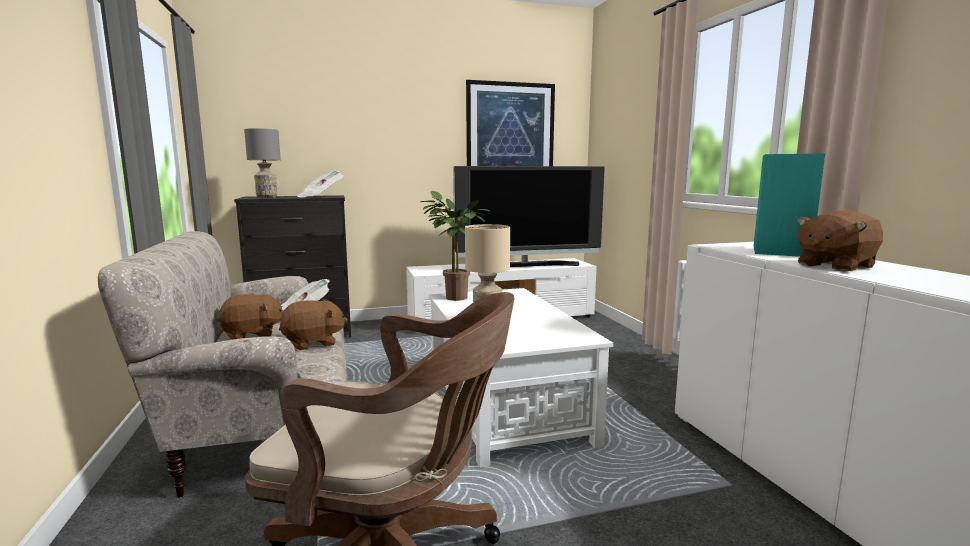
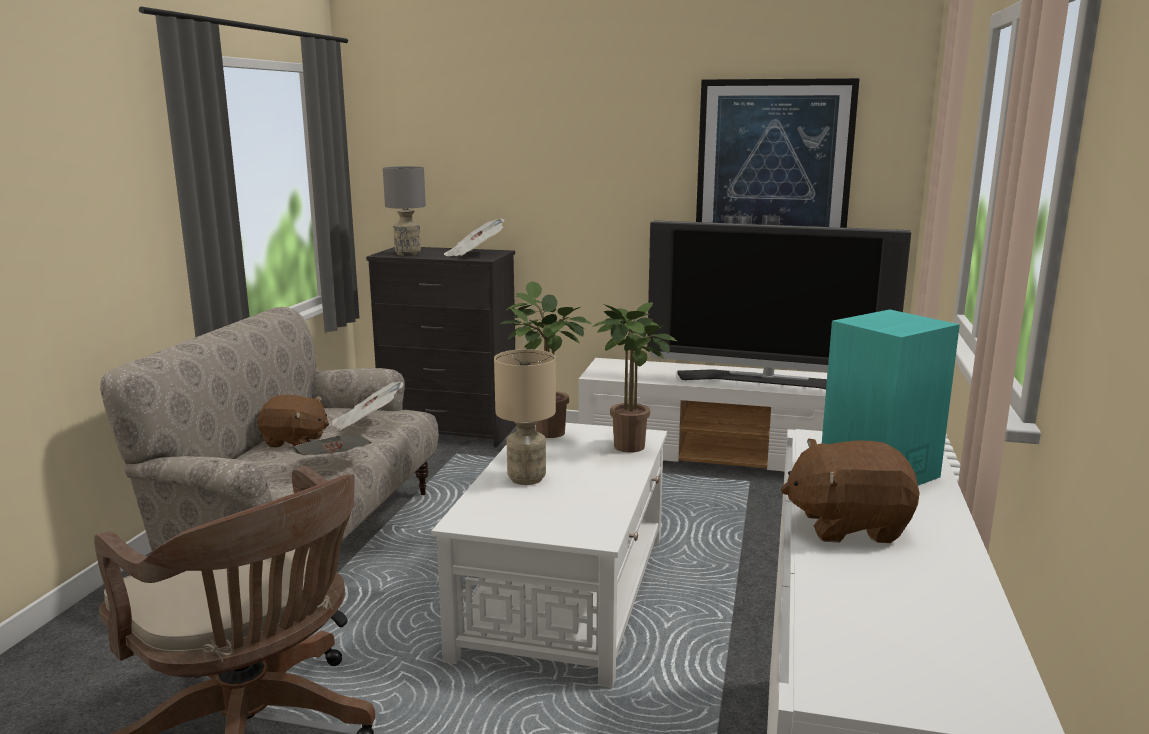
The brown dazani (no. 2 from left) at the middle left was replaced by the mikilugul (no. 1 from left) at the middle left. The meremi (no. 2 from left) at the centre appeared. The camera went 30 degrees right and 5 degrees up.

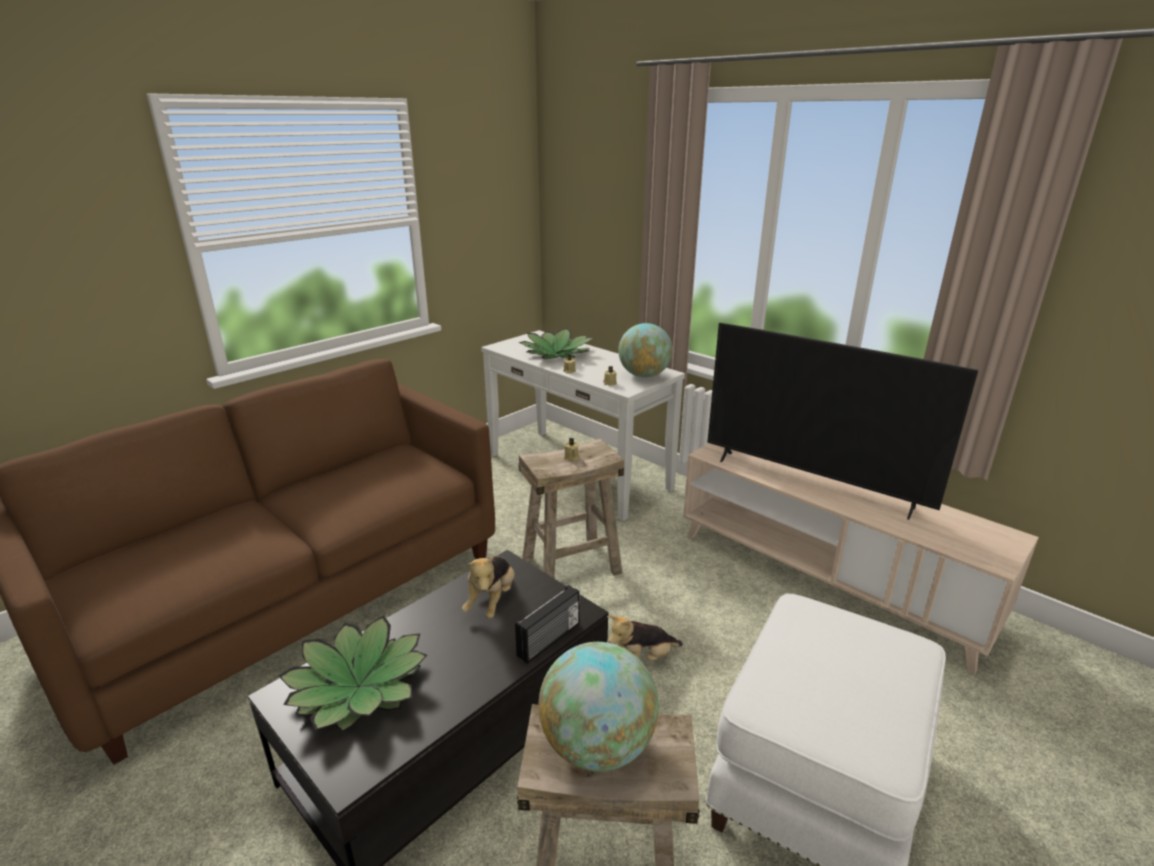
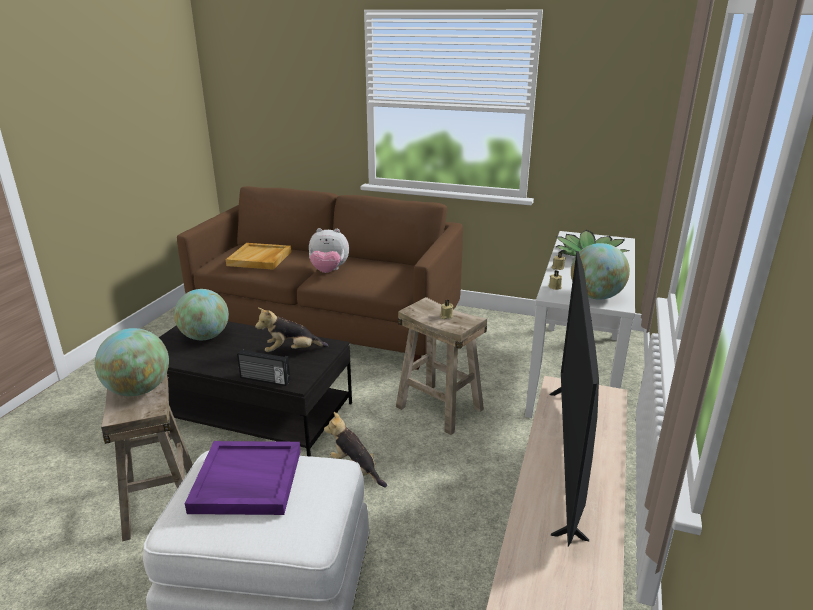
The meremi (no. 1 from left) at the bottom left was replaced by the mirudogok (no. 2 from left) at the middle left. The dazani (no. 2 from left) at the centre appeared. The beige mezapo at the middle left appeared. The purple mezapo at the bottom left appeared. The camera went 65 degrees right and 0 degrees up.

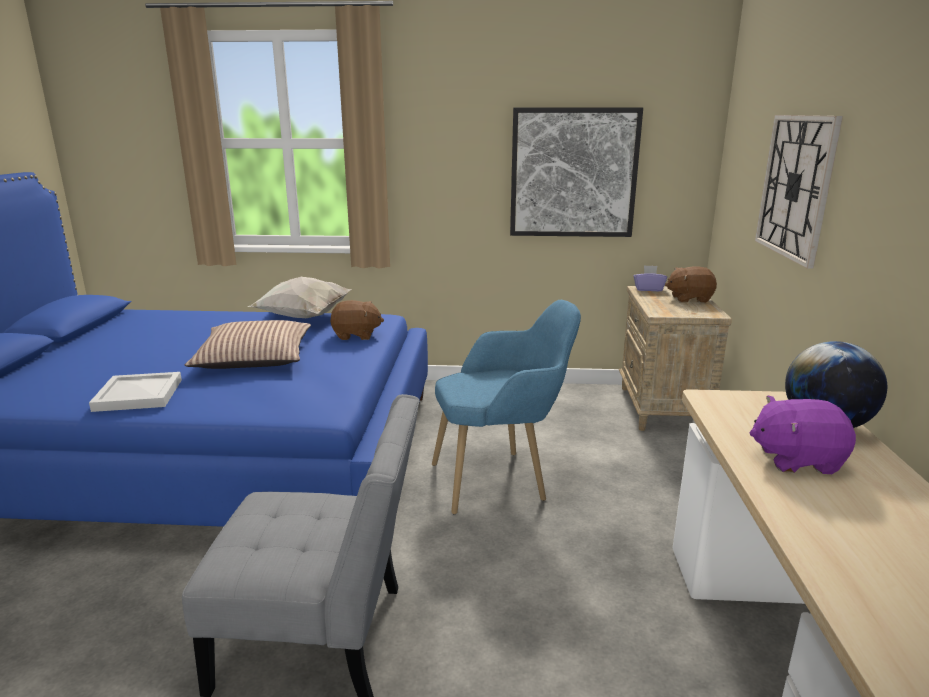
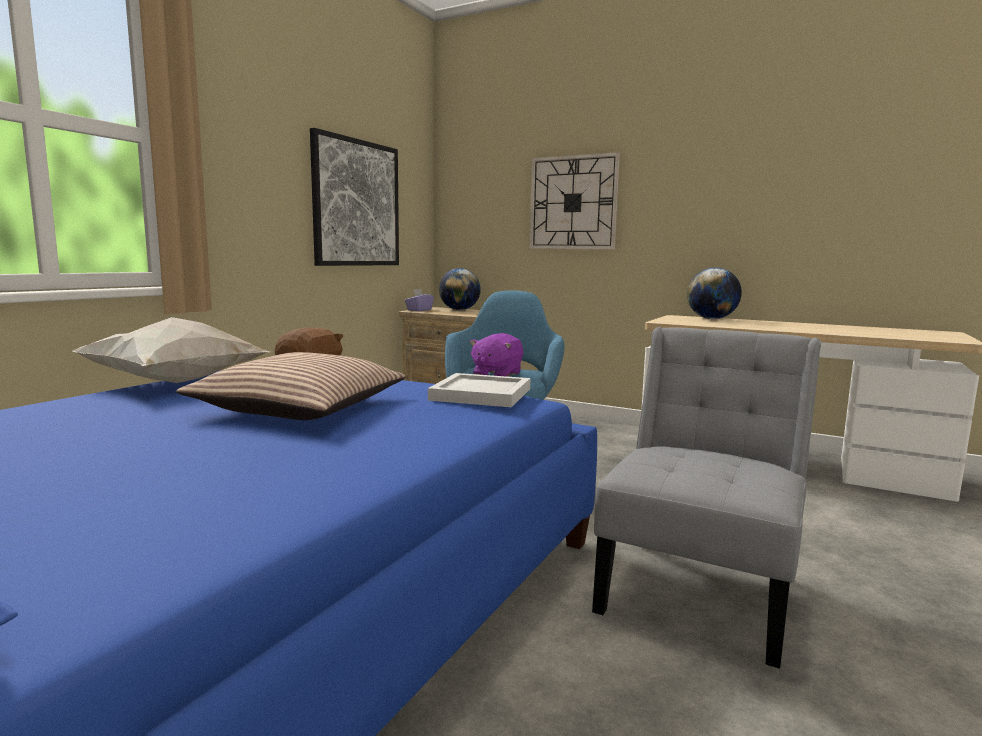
The brown dazani (no. 2 from left) at the middle right was replaced by the mirudogok (no. 1 from left) at the centre. The white mezapo moved from the middle left to the centre. The purple dazani moved from the middle right to the centre. The camera went 65 degrees left and 10 degrees down.

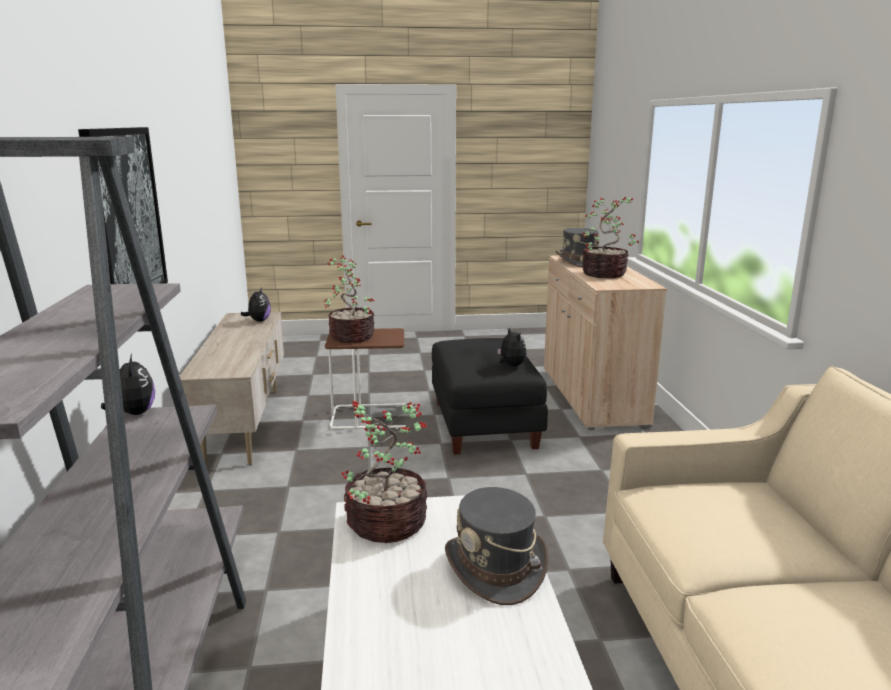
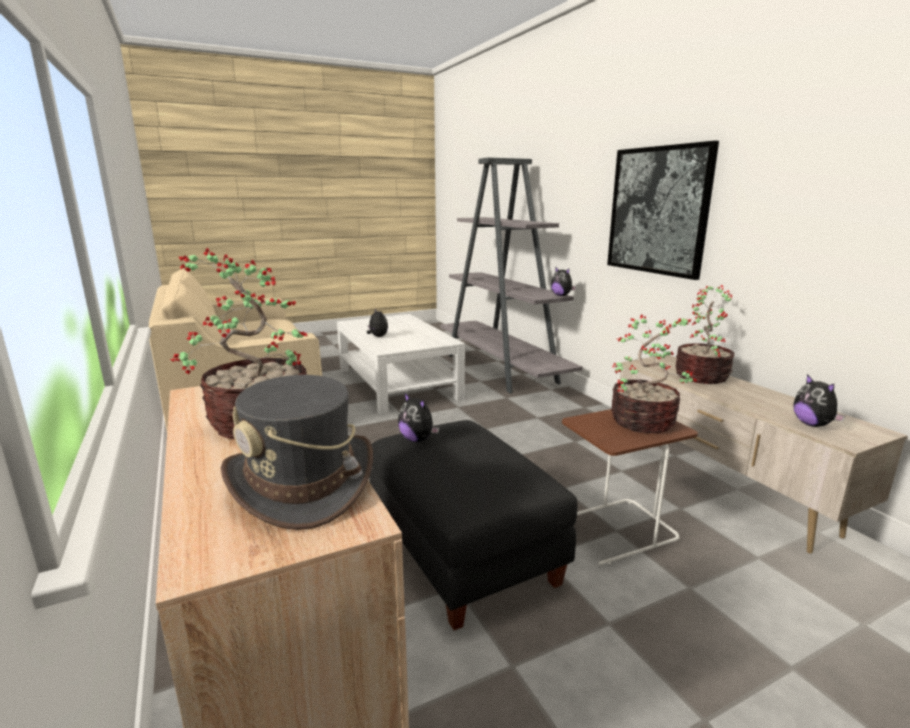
The meremi (no. 2 from left in the first image) moved from the bottom centre to the middle right. The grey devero (no. 1 from left) at the bottom centre was replaced by the dazani (no. 1 from left) at the centre. The camera went 160 degrees right and 0 degrees up.

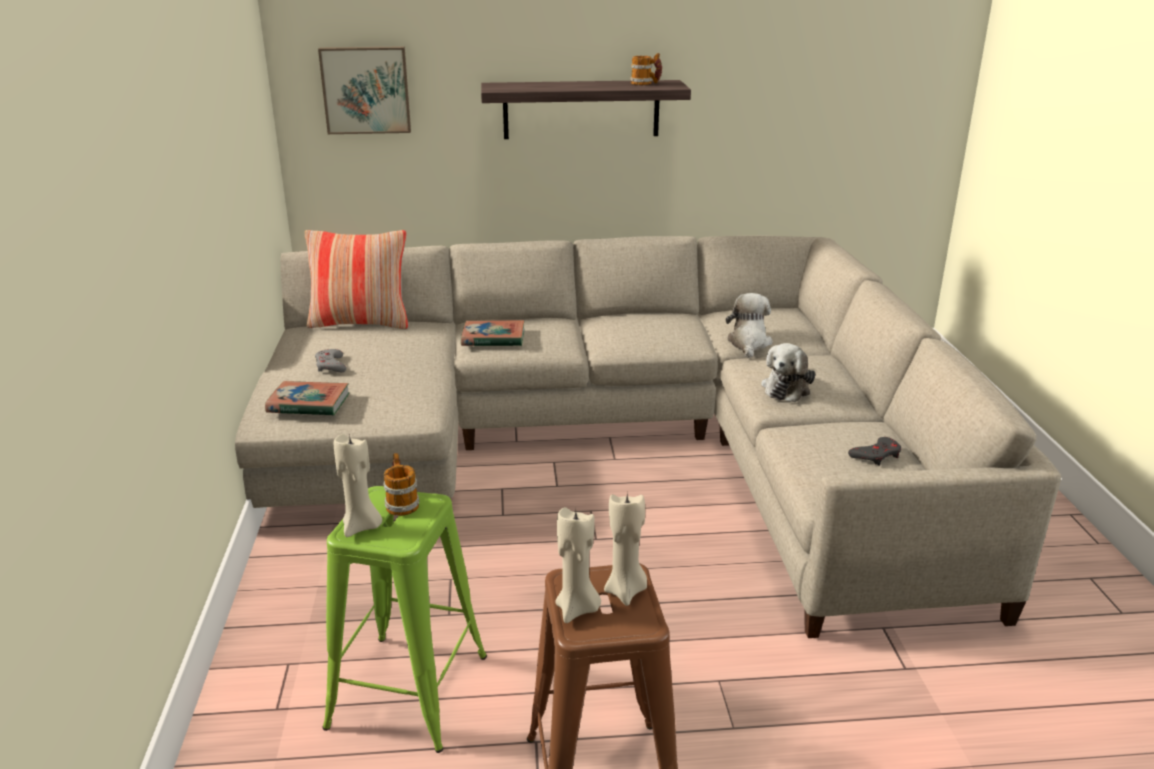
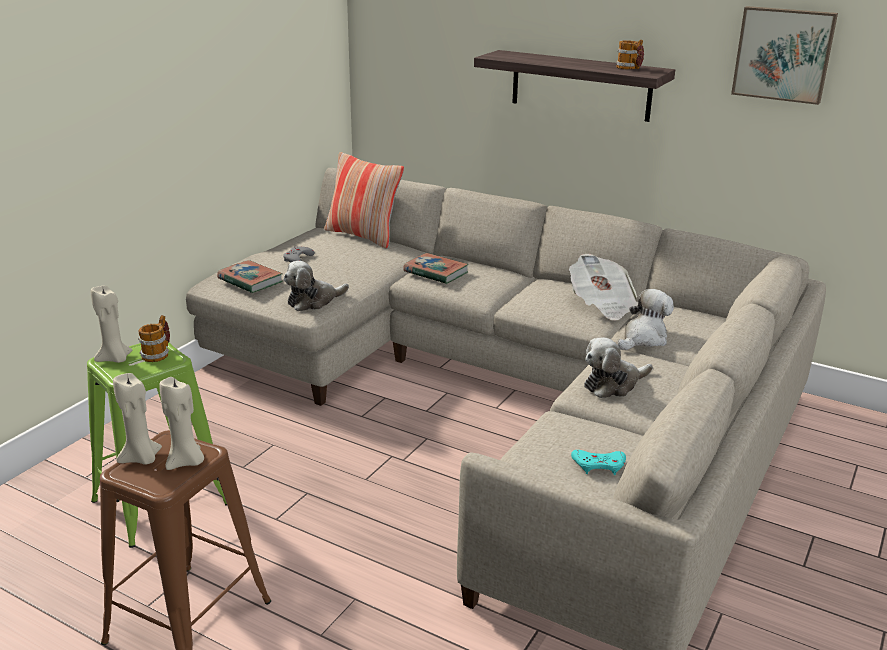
The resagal moved from the top left to the top right. The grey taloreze (no. 2 from left) at the middle right became the turquoise taloreze at the bottom right. The mikilugul at the middle right appeared. The dazani (no. 1 from left) at the centre appeared. The camera went 35 degrees right and 0 degrees up.

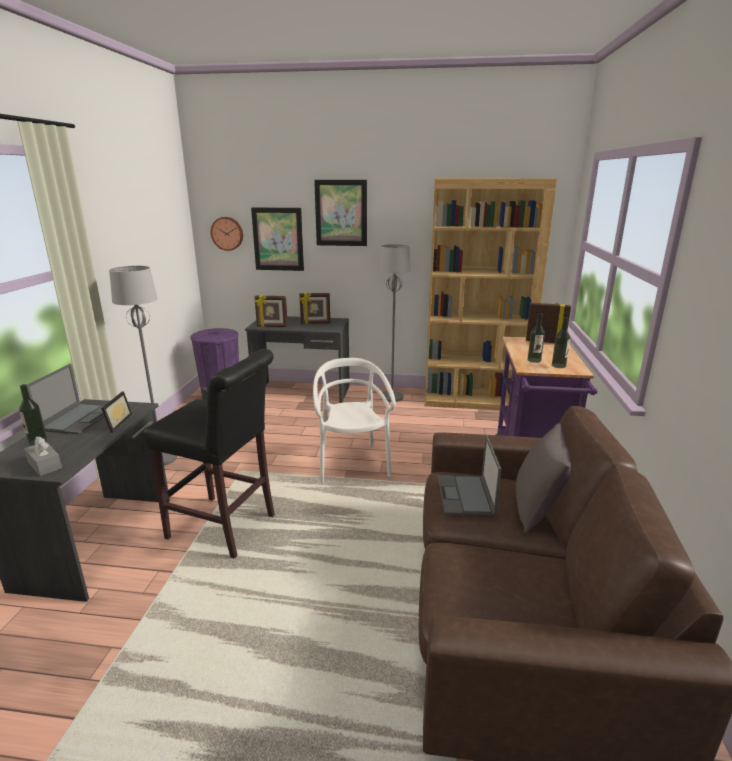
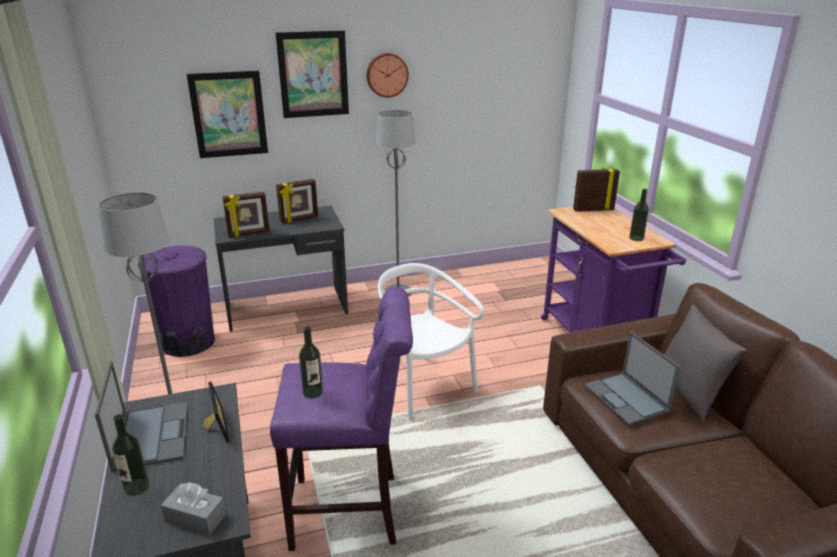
The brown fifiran at the middle right disappeared. The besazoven moved from the top left to the top centre. The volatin (no. 2 from left) moved from the middle right to the centre. The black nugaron at the middle left became the purple nugaron at the bottom centre. The camera went 25 degrees left and 5 degrees up.

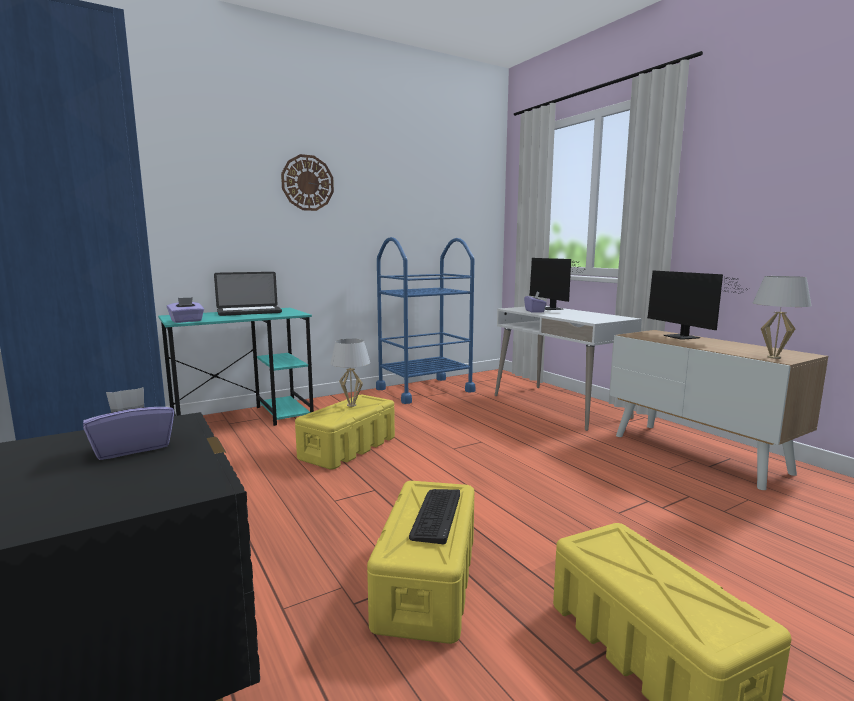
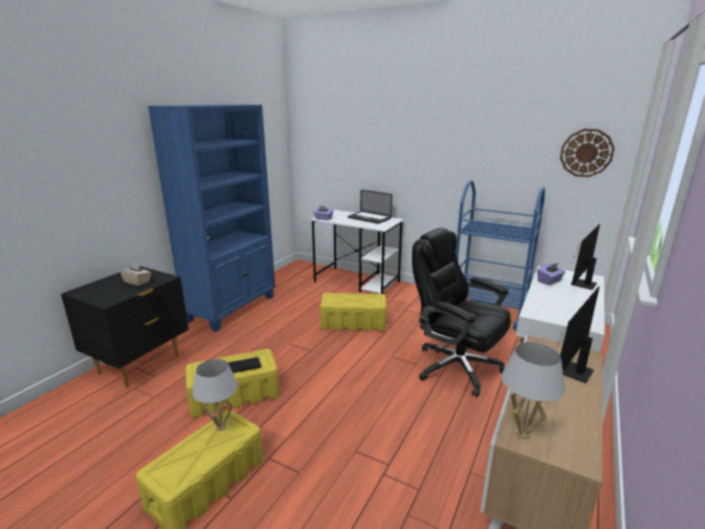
The besazoven moved from the top centre to the top right. The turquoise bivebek at the middle left became the white bivebek (no. 1 from left) at the centre. The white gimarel (no. 1 from left) moved from the centre to the bottom left. The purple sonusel (no. 1 from left) at the middle left became the beige sonusel at the middle left. The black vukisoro at the centre appeared. The camera went 60 degrees right and 10 degrees up.

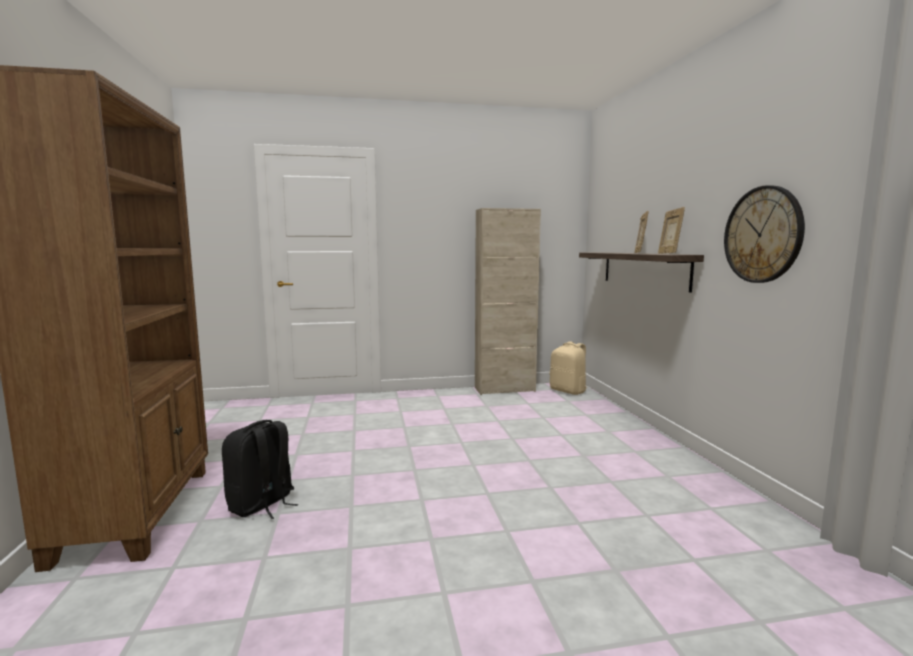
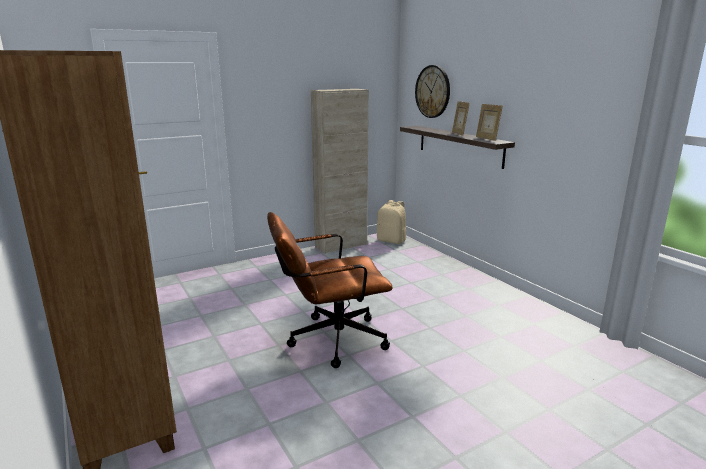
The besazoven moved from the middle right to the top centre. The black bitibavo at the bottom left disappeared. The brown vukisoro at the centre appeared. The camera went 20 degrees left and 10 degrees up.

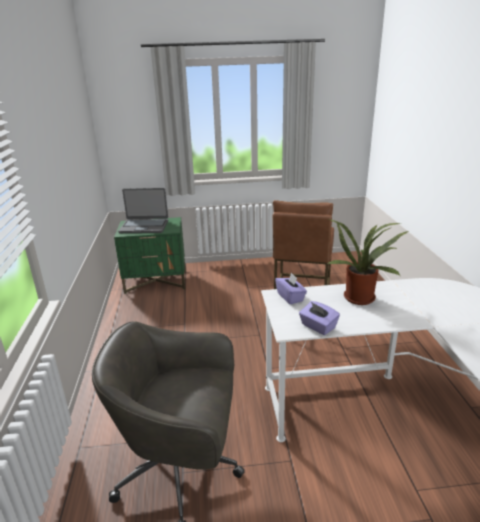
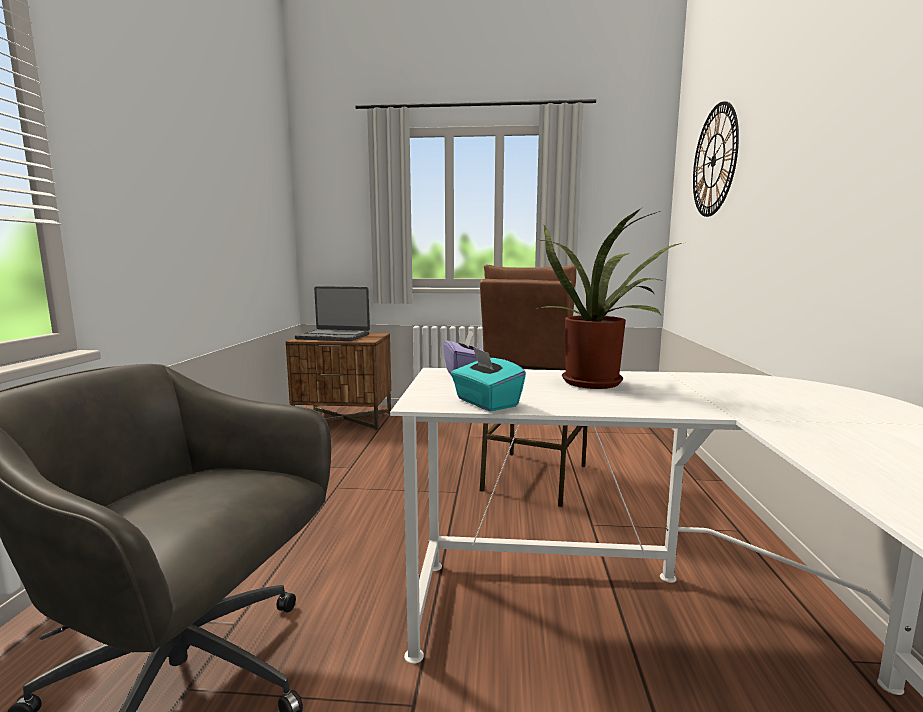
The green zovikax at the middle left became the brown zovikax at the centre. The purple sonusel (no. 2 from left) at the centre became the turquoise sonusel at the centre. The besazoven at the top right appeared. The camera went 10 degrees right and 15 degrees down.

